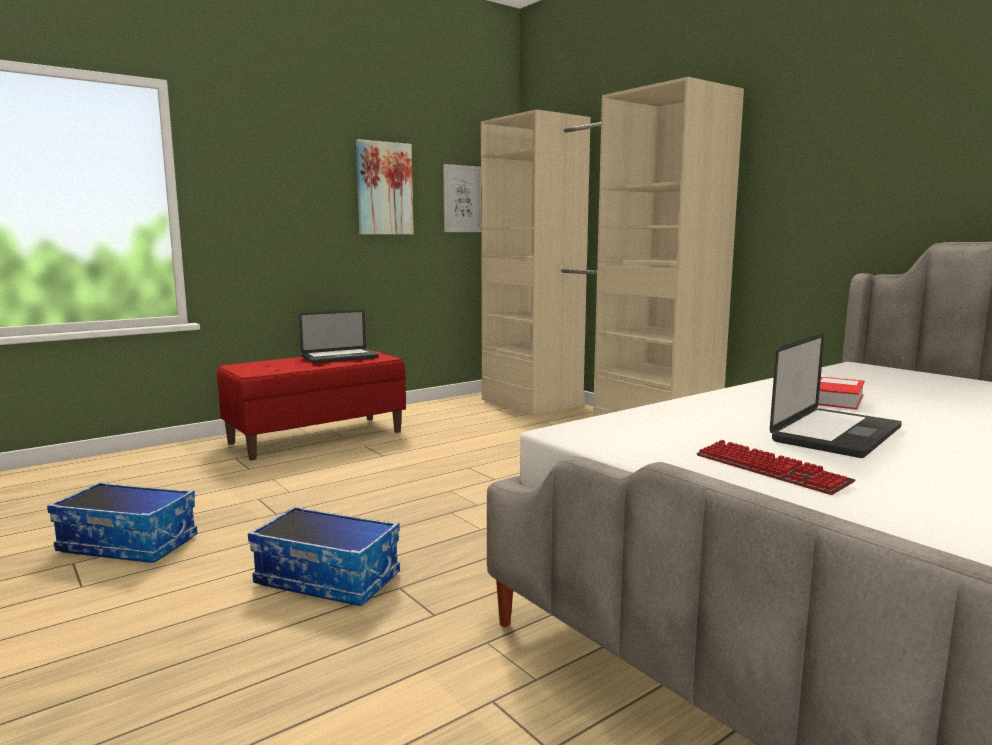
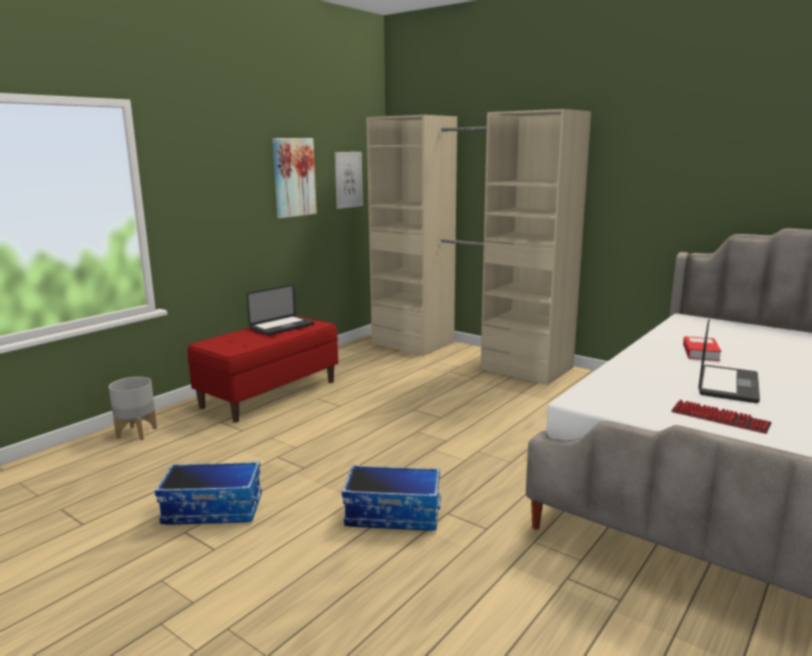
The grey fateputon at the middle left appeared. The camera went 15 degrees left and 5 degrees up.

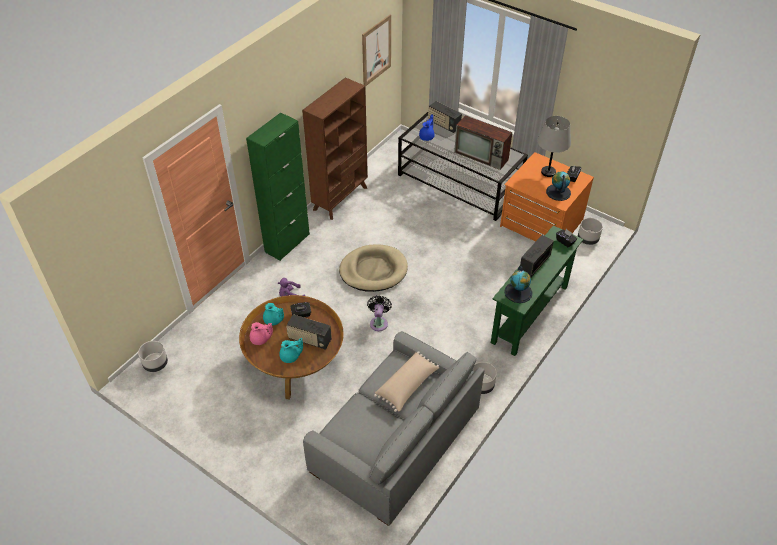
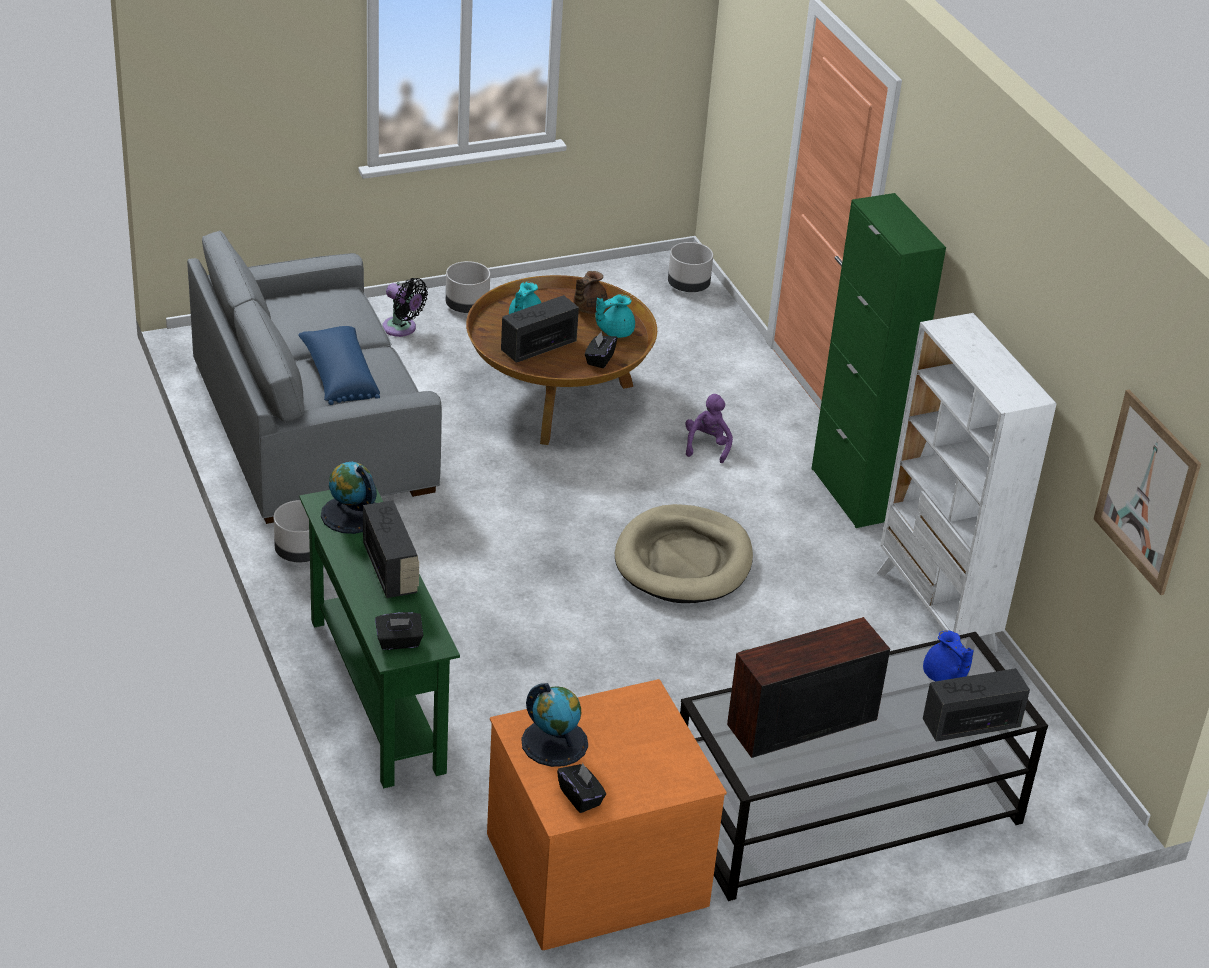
The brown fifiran at the top centre became the white fifiran at the middle right. The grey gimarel at the top right disappeared. The grey fateputon (no. 3 from left in the first image) moved from the middle right to the top centre. The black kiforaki moved from the centre to the top centre. The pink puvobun at the centre became the brown puvobun at the top centre. The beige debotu at the bottom centre became the blue debotu at the middle left. The camera went 120 degrees right and 10 degrees down.

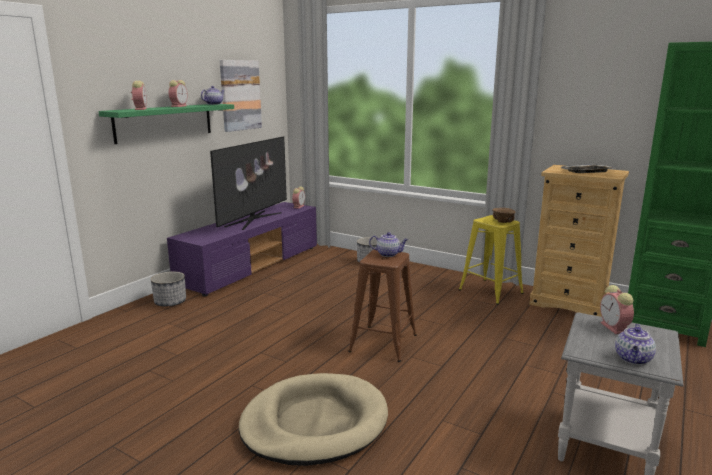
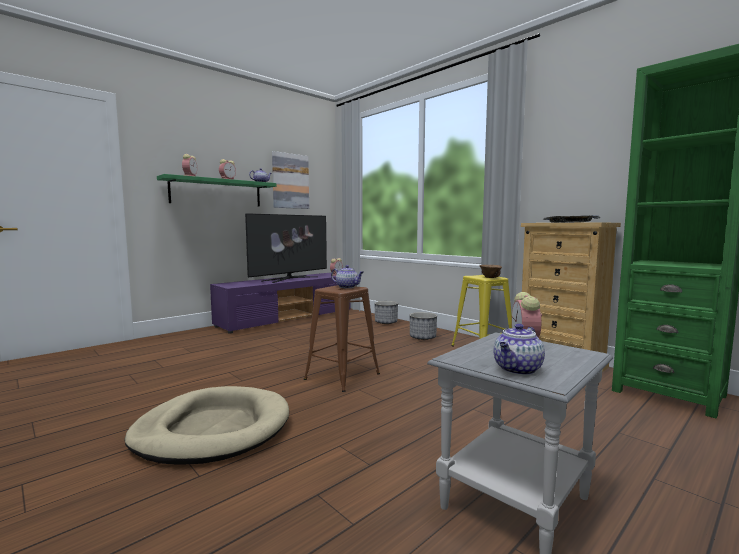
The fateputon (no. 1 from left in the first image) moved from the middle left to the centre. The camera went 15 degrees right and 10 degrees down.

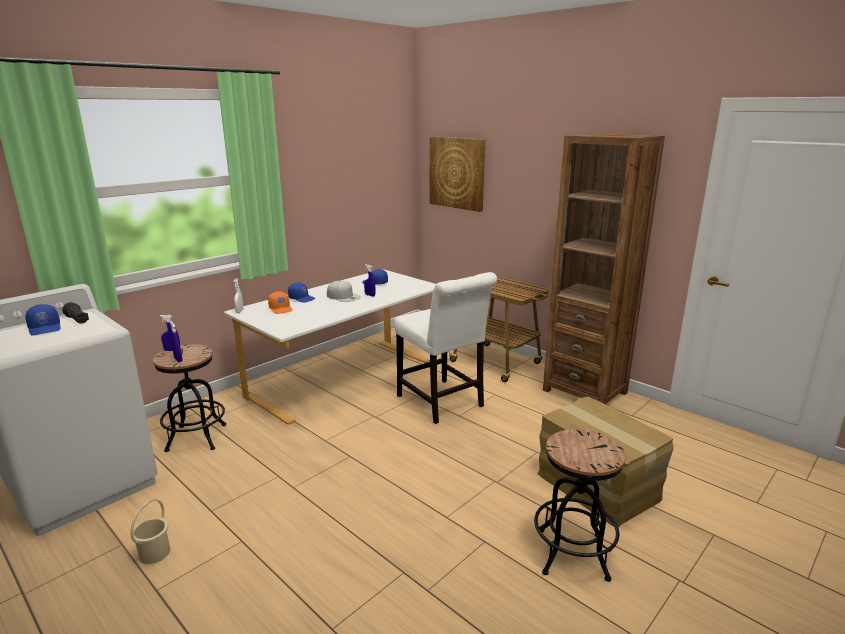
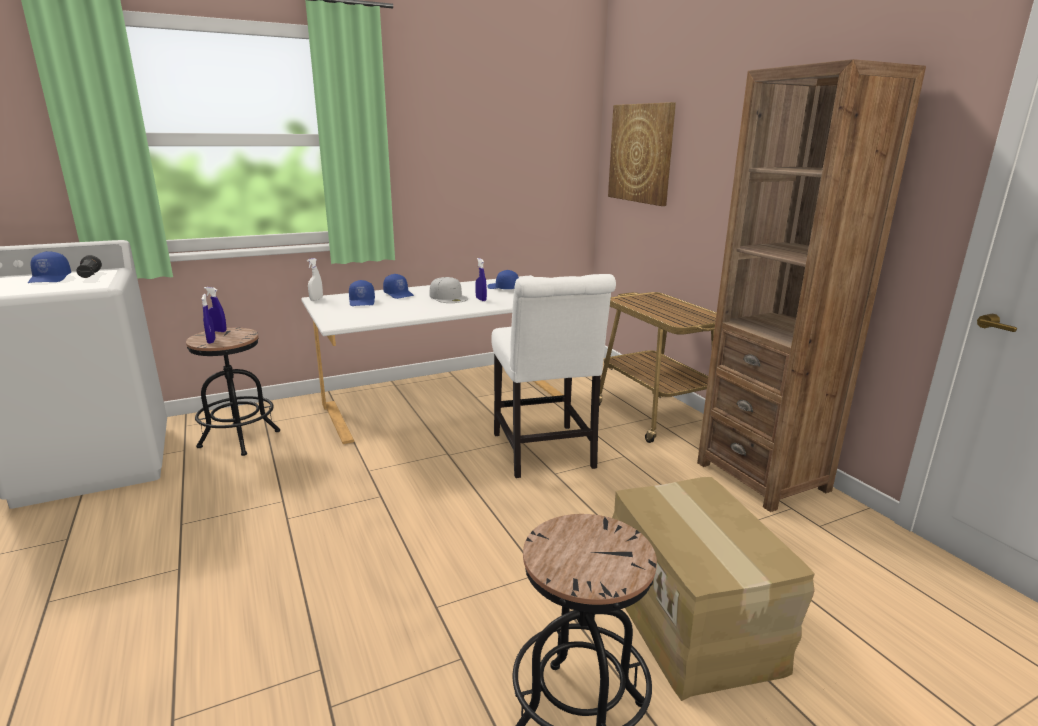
The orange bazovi at the middle left became the blue bazovi (no. 2 from left) at the centre. The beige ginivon at the bottom left disappeared. The camera went 20 degrees right and 0 degrees up.

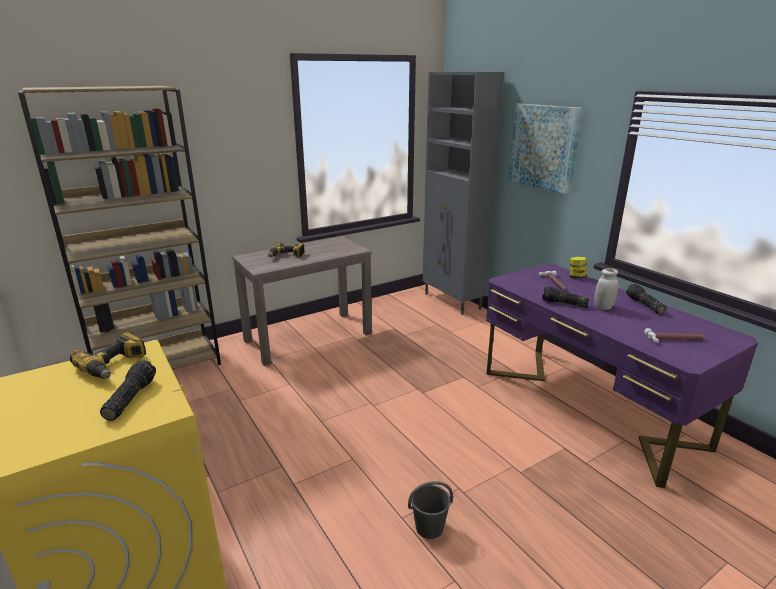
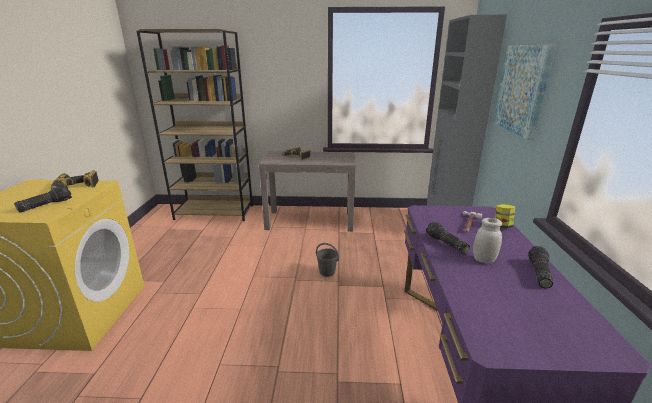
The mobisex (no. 2 from left) at the middle right disappeared. The grey ginivon moved from the bottom centre to the centre. The camera went 35 degrees right and 0 degrees up.

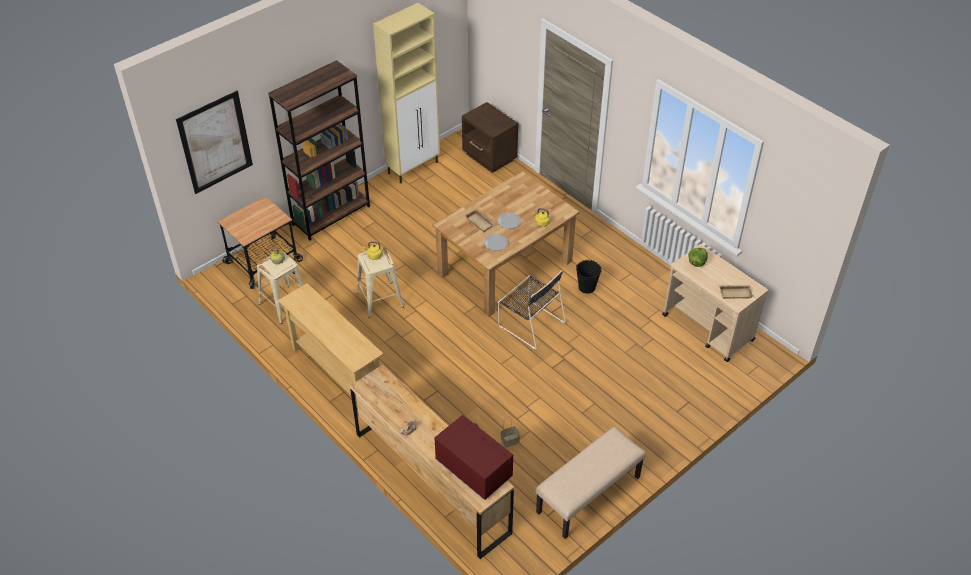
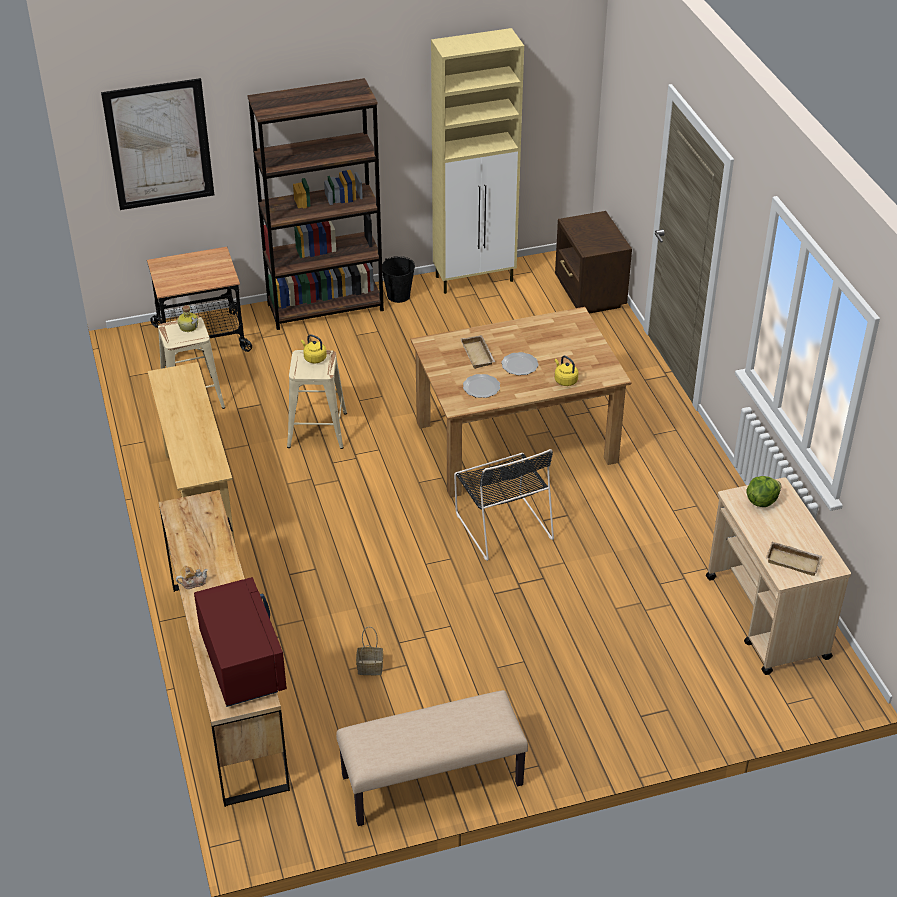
The black ginivon moved from the centre to the top centre. The camera went 25 degrees right and 5 degrees down.

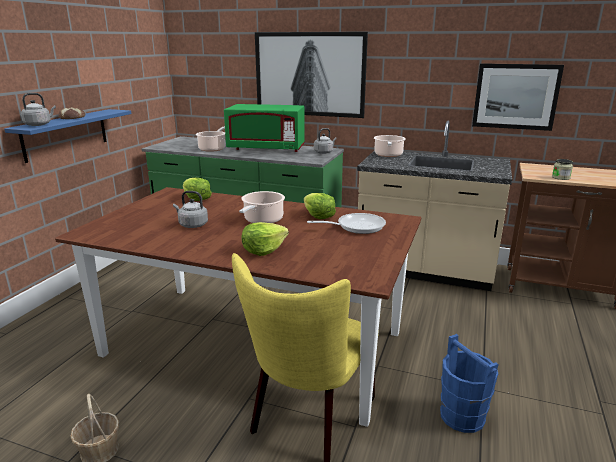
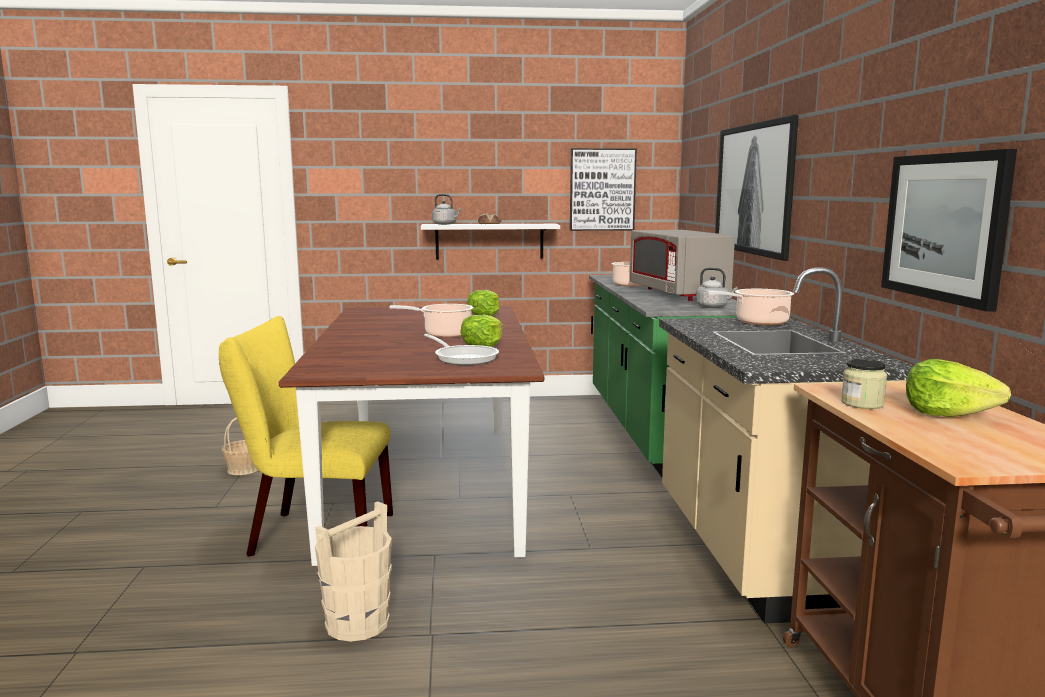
The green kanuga at the top centre became the grey kanuga at the centre. The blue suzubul at the top left became the white suzubul at the centre. The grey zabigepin (no. 2 from left) at the middle left disappeared. The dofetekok (no. 2 from left in the first image) moved from the centre to the middle right. The blue ginivon at the bottom right became the beige ginivon at the bottom centre. The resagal (no. 1 from left) at the top centre appeared. The camera went 65 degrees right and 10 degrees down.

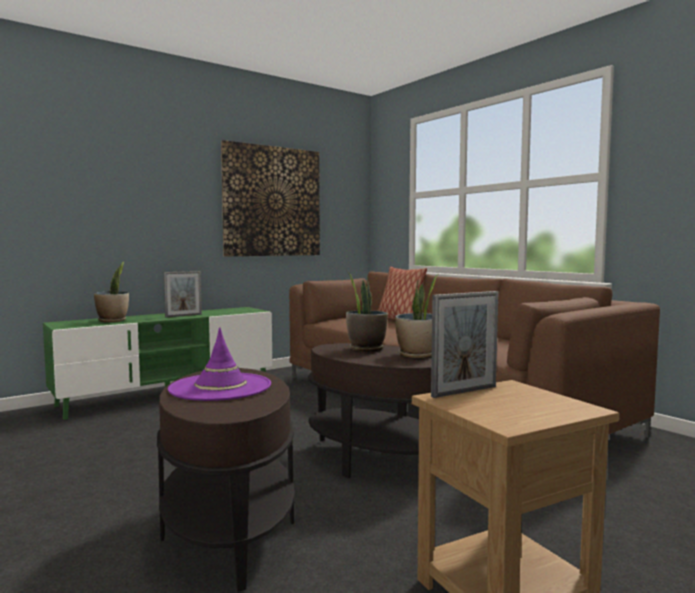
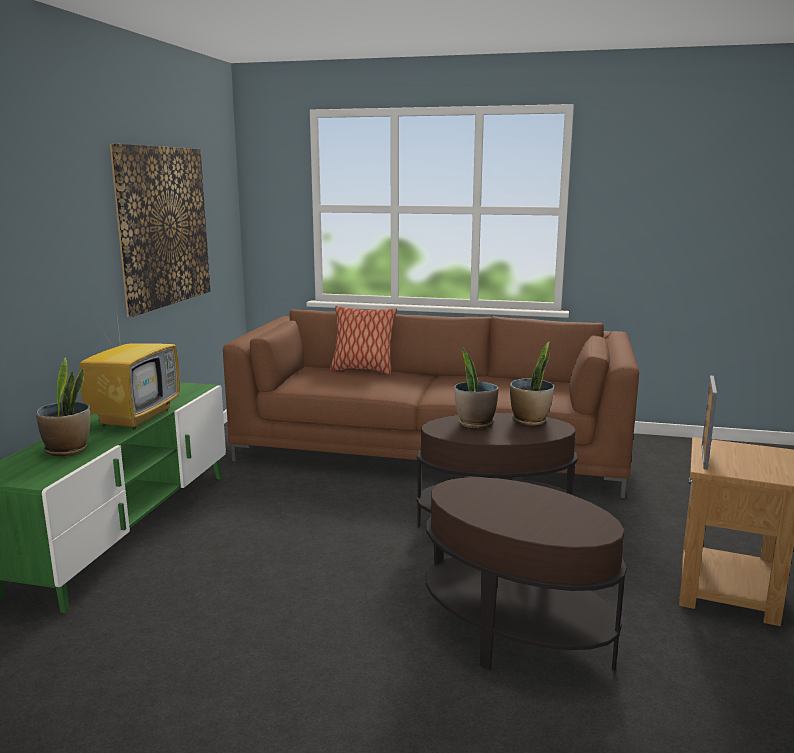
The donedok (no. 1 from left) at the middle left was replaced by the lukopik at the middle left. The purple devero at the middle left disappeared. The camera went 40 degrees left and 10 degrees up.

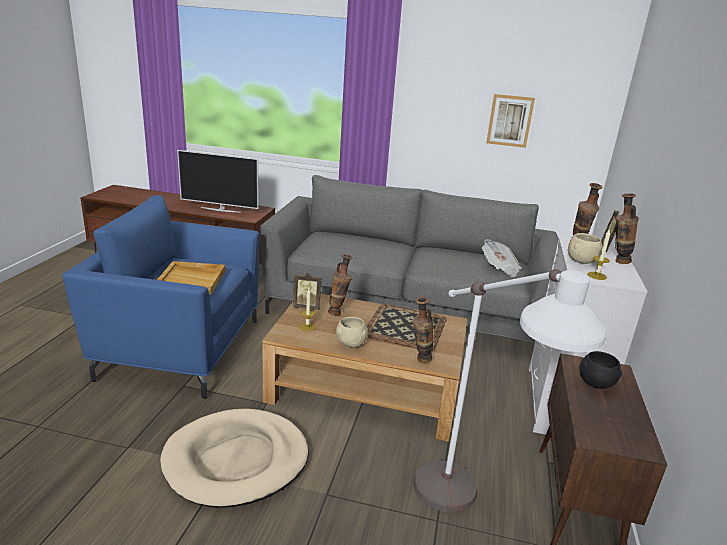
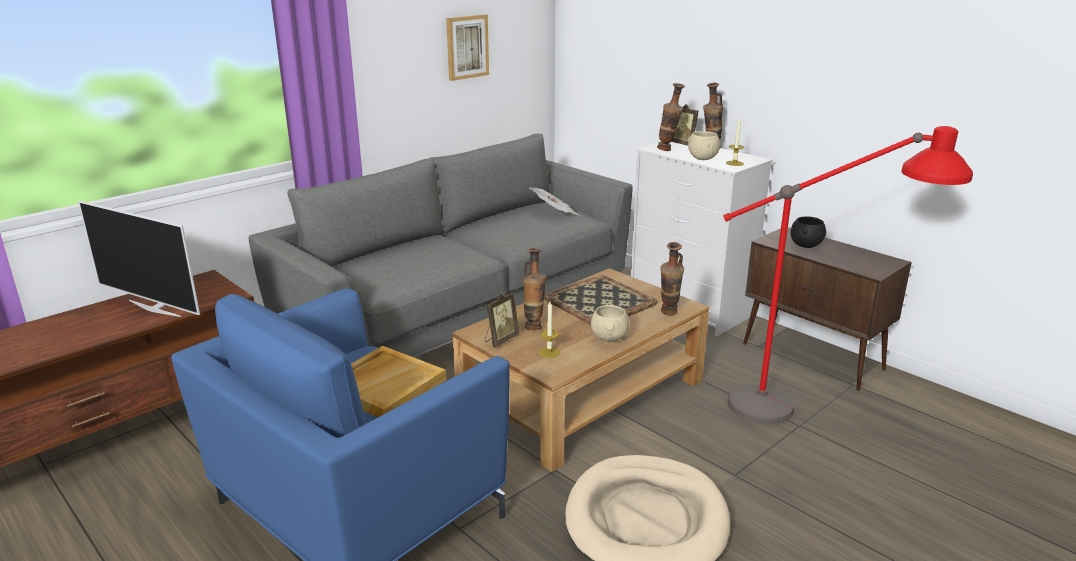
The lukopik at the top left turned 75 degrees clockwise. The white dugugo at the bottom right became the red dugugo at the middle right. The camera went 55 degrees left and 0 degrees up.

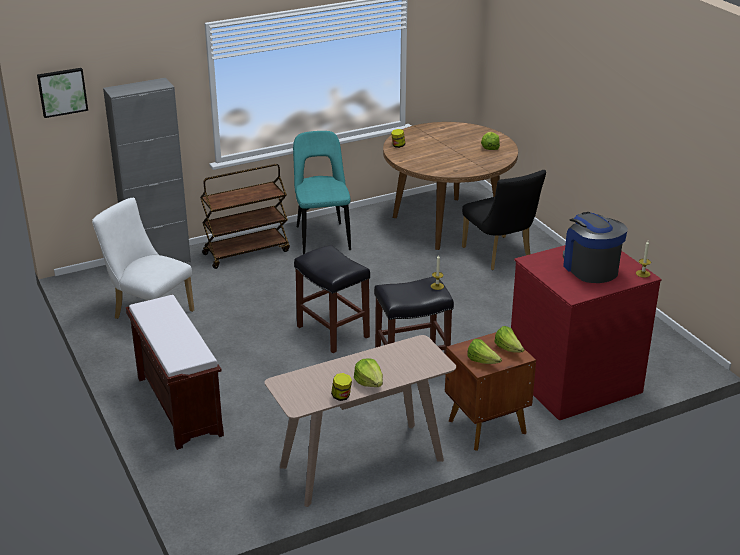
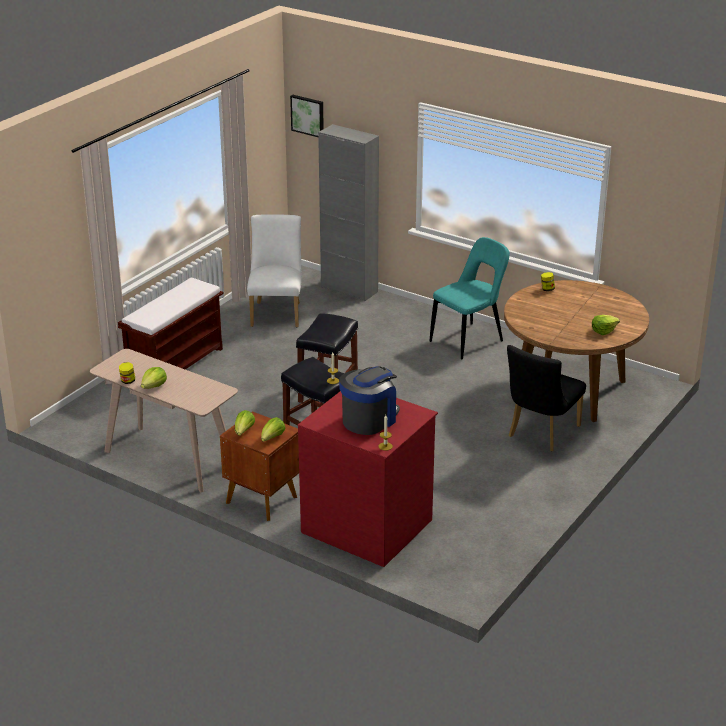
The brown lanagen at the middle left disappeared. The camera went 60 degrees right and 0 degrees up.

